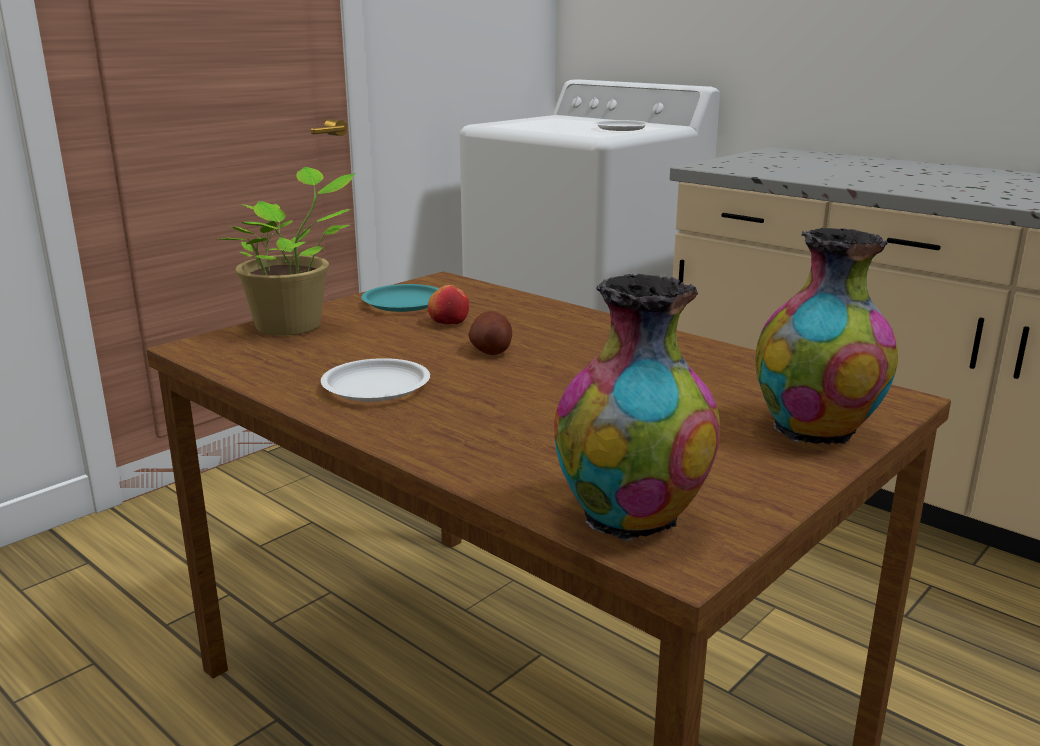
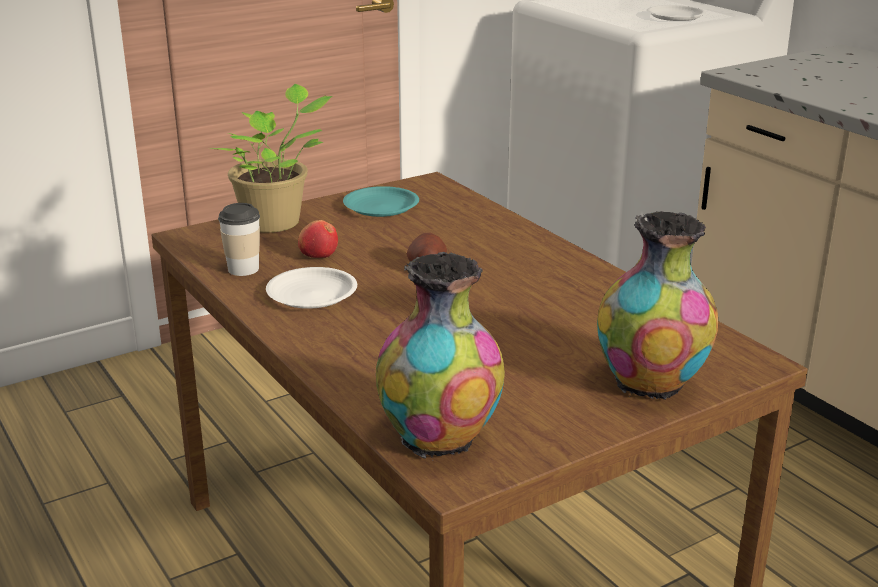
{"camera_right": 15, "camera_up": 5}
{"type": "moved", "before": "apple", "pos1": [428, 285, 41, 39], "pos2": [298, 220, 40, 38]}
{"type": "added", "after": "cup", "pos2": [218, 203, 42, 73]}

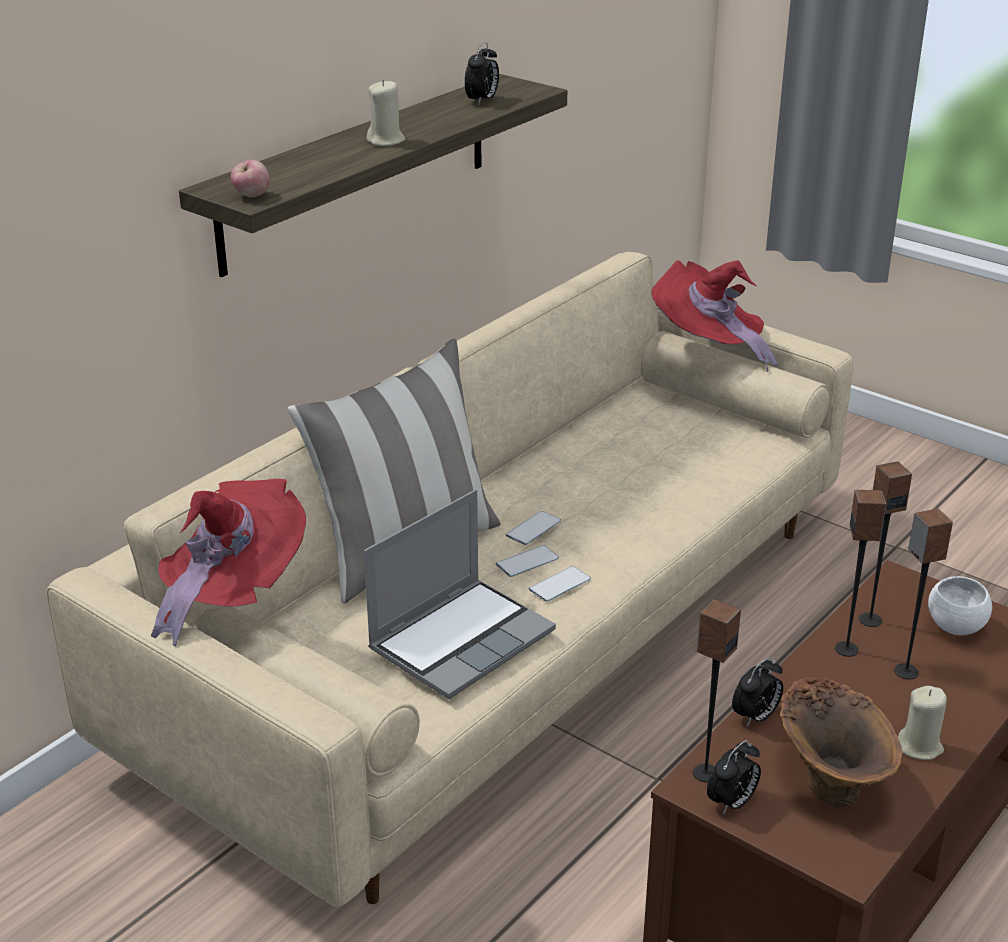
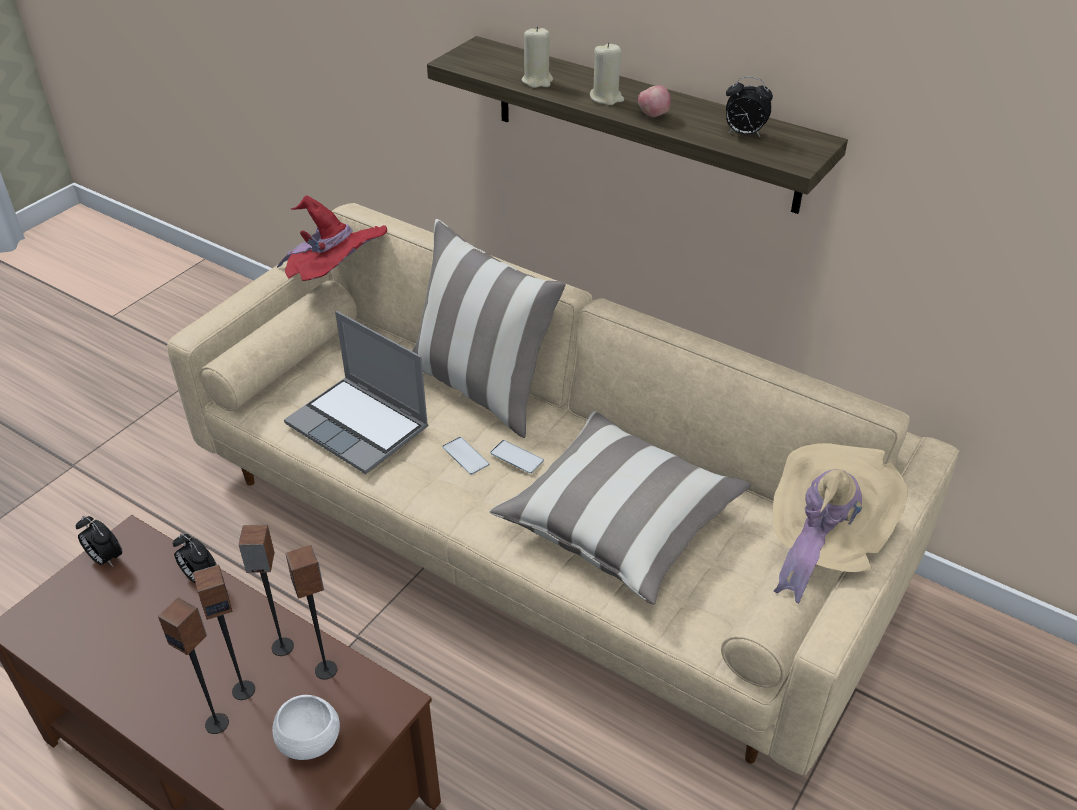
{"camera_right": 85, "camera_up": 10}
{"type": "moved", "before": "apple", "pos1": [231, 160, 39, 37], "pos2": [638, 85, 33, 32]}
{"type": "recoloured", "before": "hat/red", "after": "hat/beige", "pos1": [651, 260, 127, 113], "pos2": [773, 443, 135, 161]}
{"type": "removed", "before": "phone", "pos1": [528, 566, 63, 36]}
{"type": "moved", "before": "speaker", "pos1": [693, 599, 48, 183], "pos2": [158, 597, 71, 137]}
{"type": "removed", "before": "vase/brown", "pos1": [780, 677, 122, 131]}
{"type": "moved", "before": "candle/beige", "pos1": [898, 686, 49, 74], "pos2": [522, 26, 31, 62]}
{"type": "added", "after": "pillow", "pos2": [489, 411, 262, 194]}

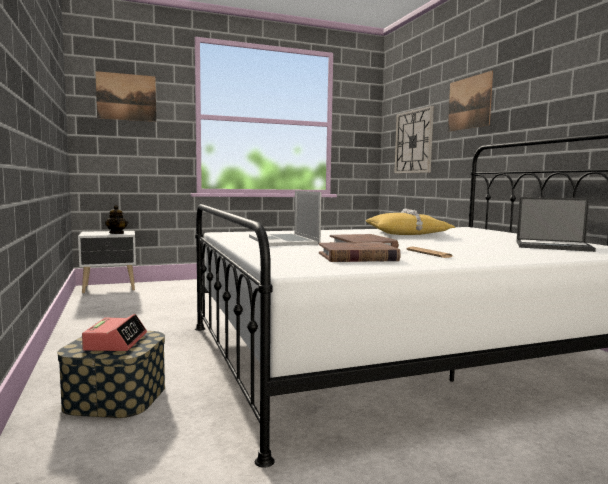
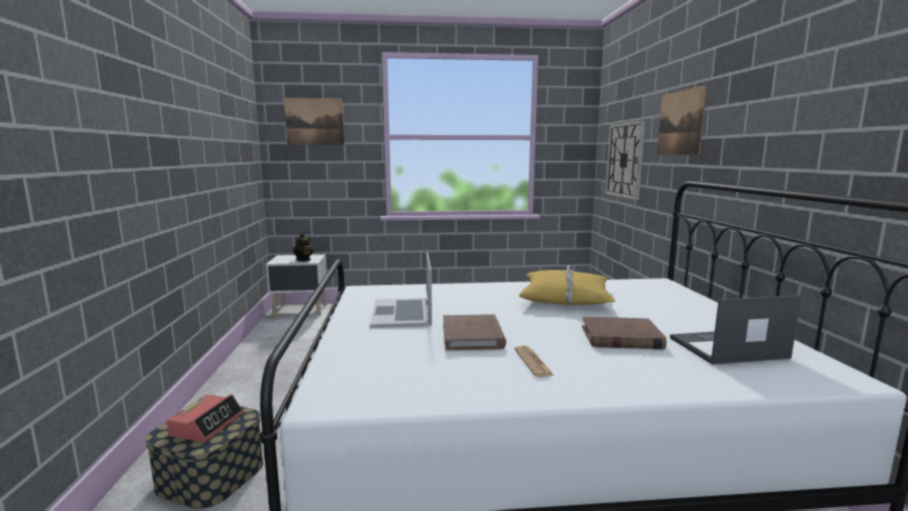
{"camera_right": 15, "camera_up": 5}
{"type": "turned", "before": "laptop", "pos1": [516, 197, 80, 55], "pos2": [670, 295, 131, 69], "turn": 135}
{"type": "moved", "before": "book/brown", "pos1": [319, 242, 82, 20], "pos2": [582, 317, 85, 32]}

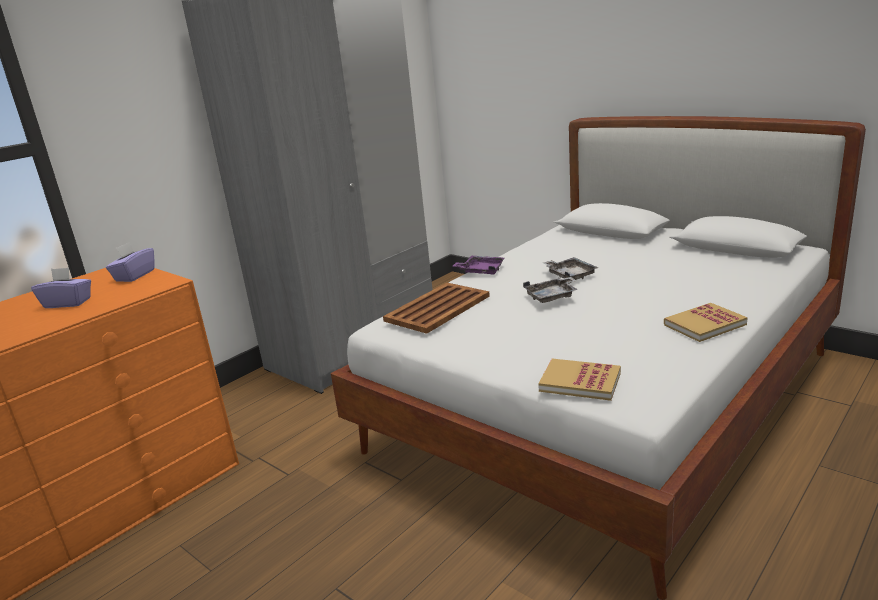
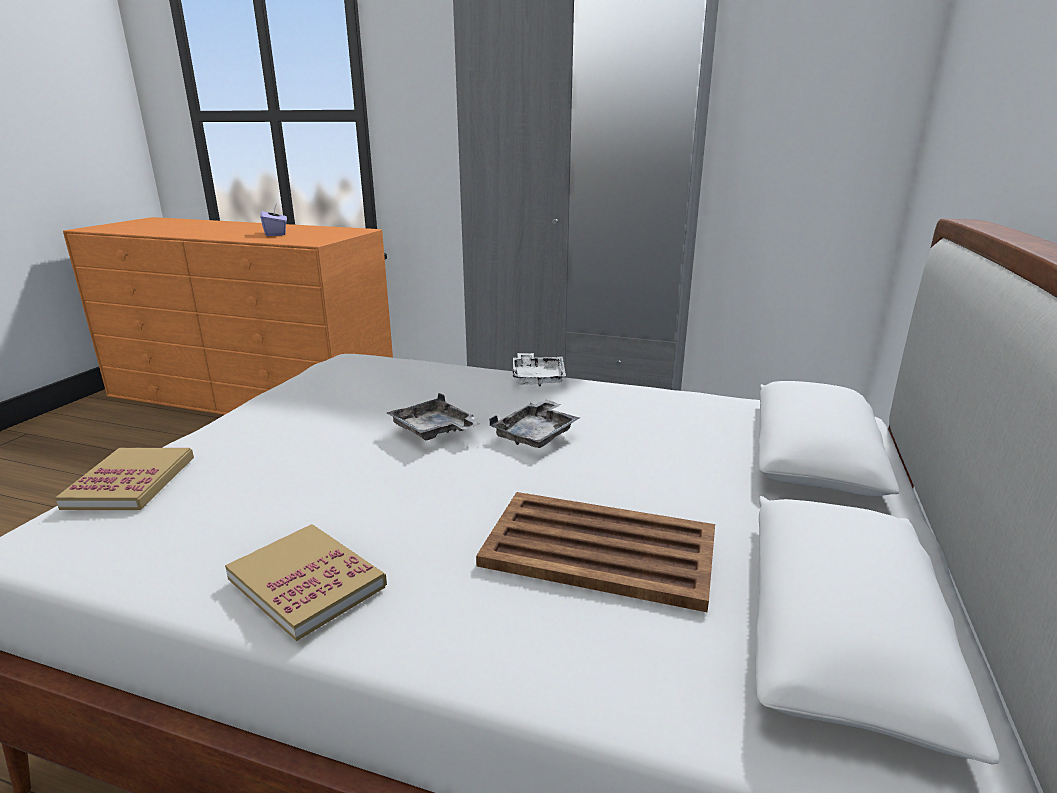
{"camera_right": 65, "camera_up": 0}
{"type": "removed", "before": "tissue box/purple", "pos1": [106, 242, 48, 40]}
{"type": "recoloured", "before": "tray/purple", "after": "tray/white", "pos1": [453, 256, 52, 18], "pos2": [513, 353, 53, 33]}
{"type": "moved", "before": "tray/brown", "pos1": [383, 283, 107, 51], "pos2": [476, 492, 239, 120]}

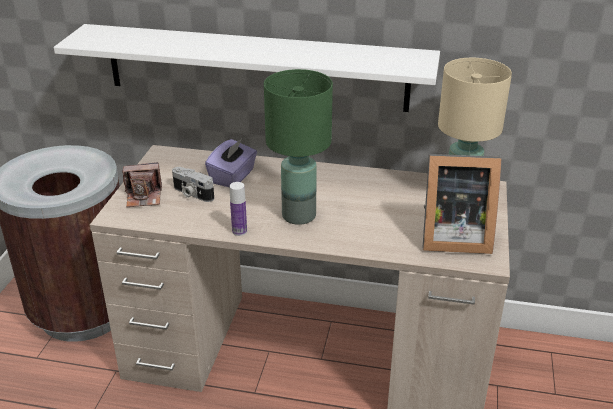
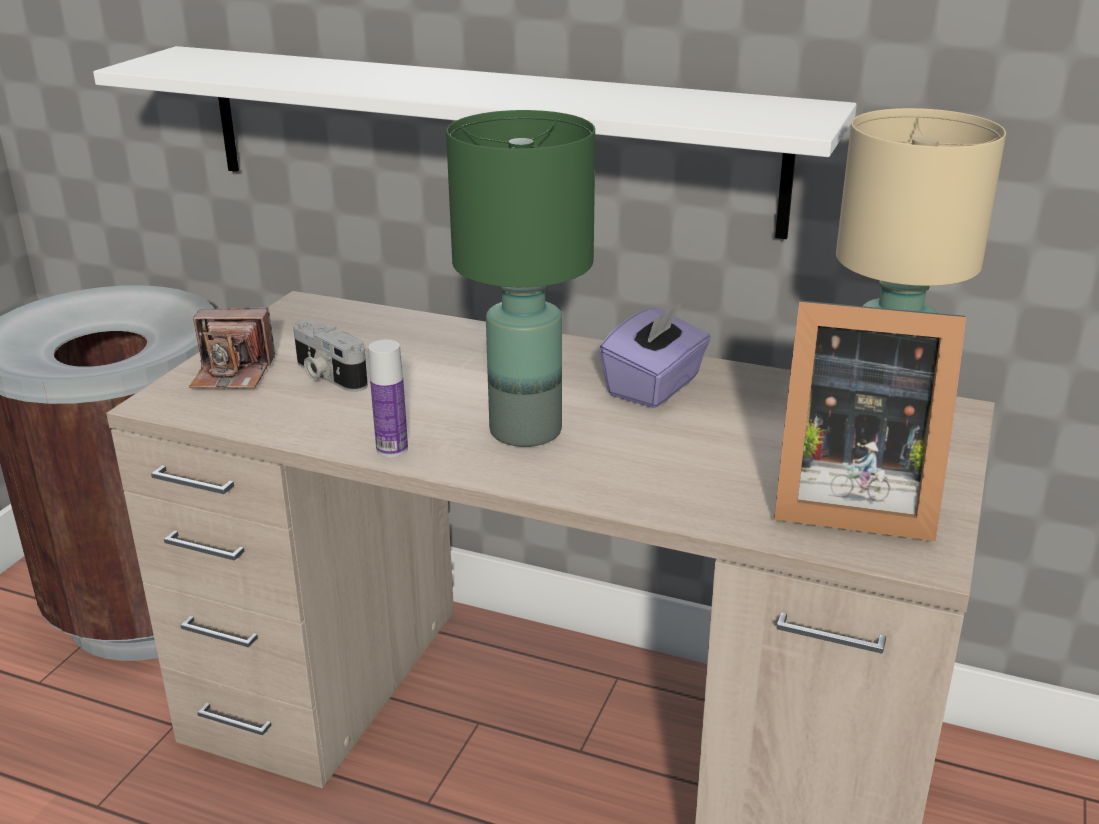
{"camera_right": 10, "camera_up": -5}
{"type": "moved", "before": "tissue box/purple", "pos1": [205, 139, 52, 49], "pos2": [599, 303, 112, 105]}

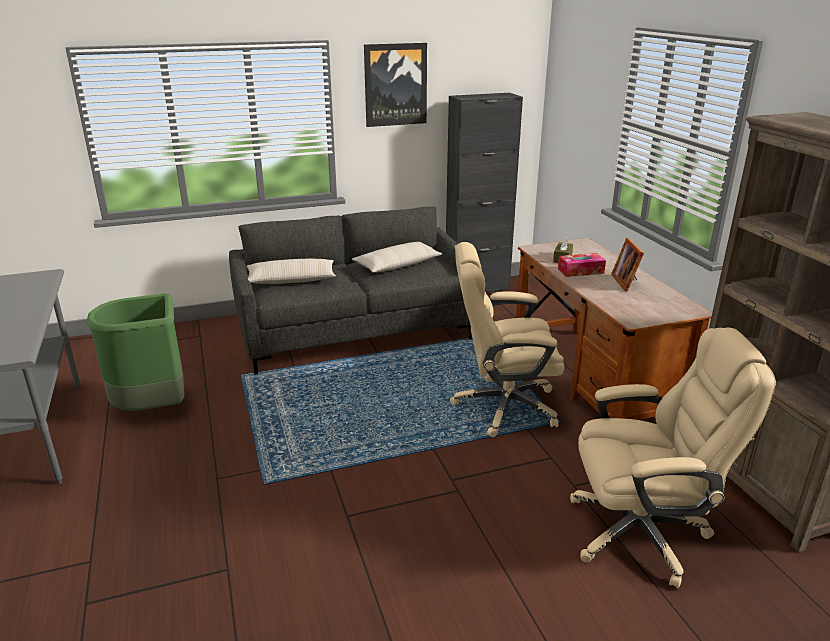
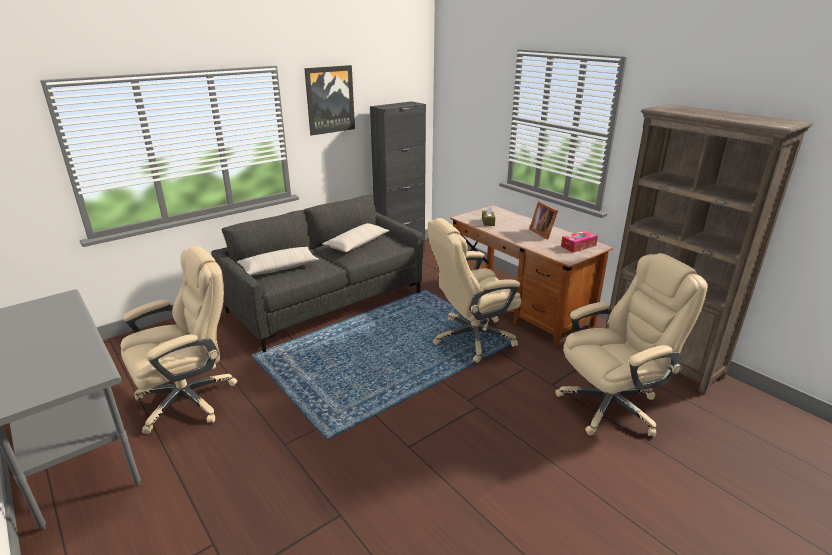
{"camera_right": -20, "camera_up": 0}
{"type": "moved", "before": "tissue box", "pos1": [558, 253, 48, 24], "pos2": [561, 230, 37, 23]}
{"type": "replaced", "before": "trash can/green", "after": "office chair/beige", "pos1": [86, 293, 99, 118], "pos2": [121, 246, 116, 188]}

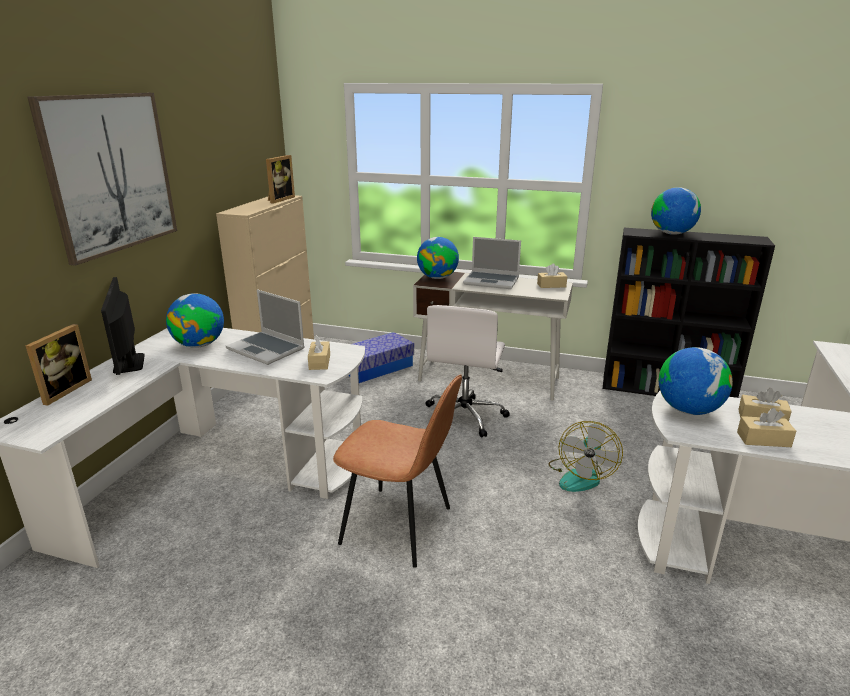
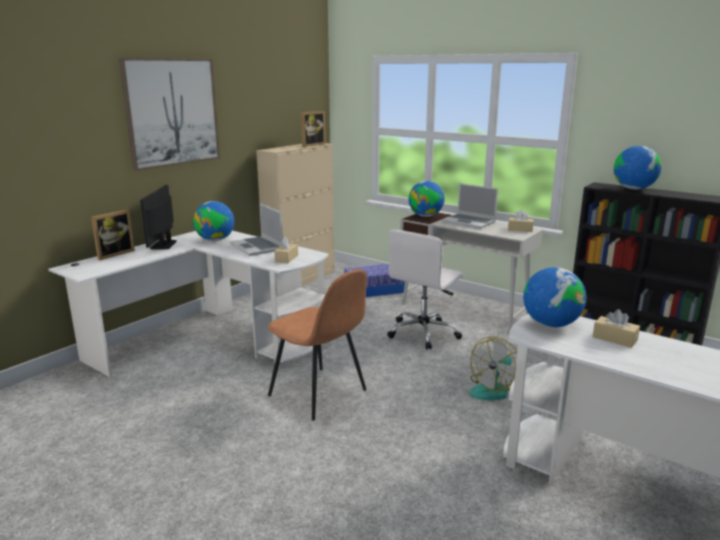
{"camera_right": 20, "camera_up": -5}
{"type": "removed", "before": "tissue box/beige", "pos1": [737, 408, 59, 39]}

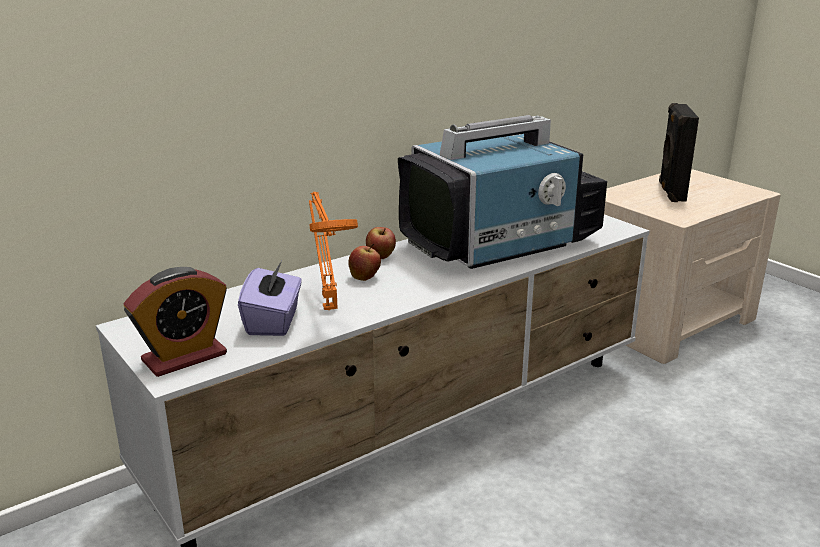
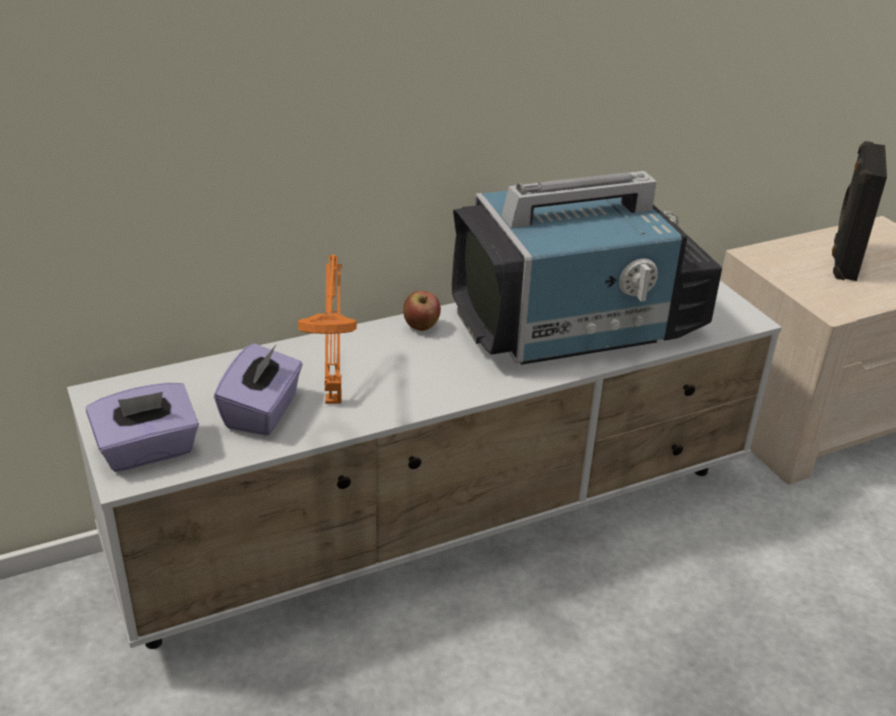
{"camera_right": 10, "camera_up": 10}
{"type": "removed", "before": "apple", "pos1": [348, 244, 33, 37]}
{"type": "replaced", "before": "alarm clock", "after": "tissue box/purple", "pos1": [124, 267, 103, 110], "pos2": [86, 383, 113, 89]}

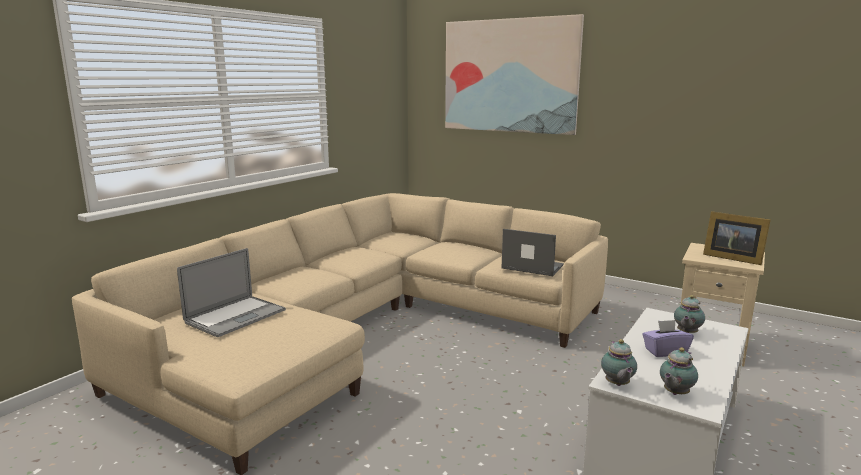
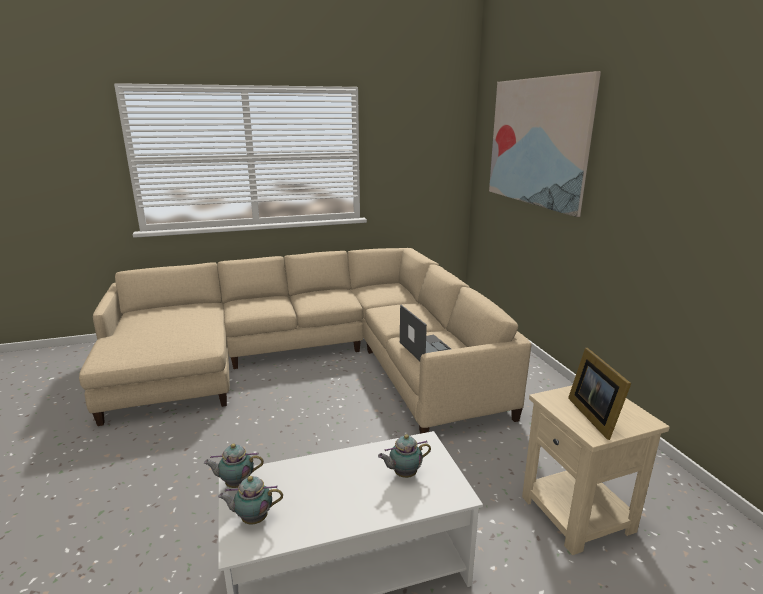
{"camera_right": 40, "camera_up": 5}
{"type": "removed", "before": "laptop", "pos1": [177, 248, 109, 89]}
{"type": "removed", "before": "tissue box/purple", "pos1": [642, 320, 52, 37]}
{"type": "turned", "before": "teapot", "pos1": [601, 339, 36, 47], "pos2": [204, 444, 60, 44], "turn": 45}

